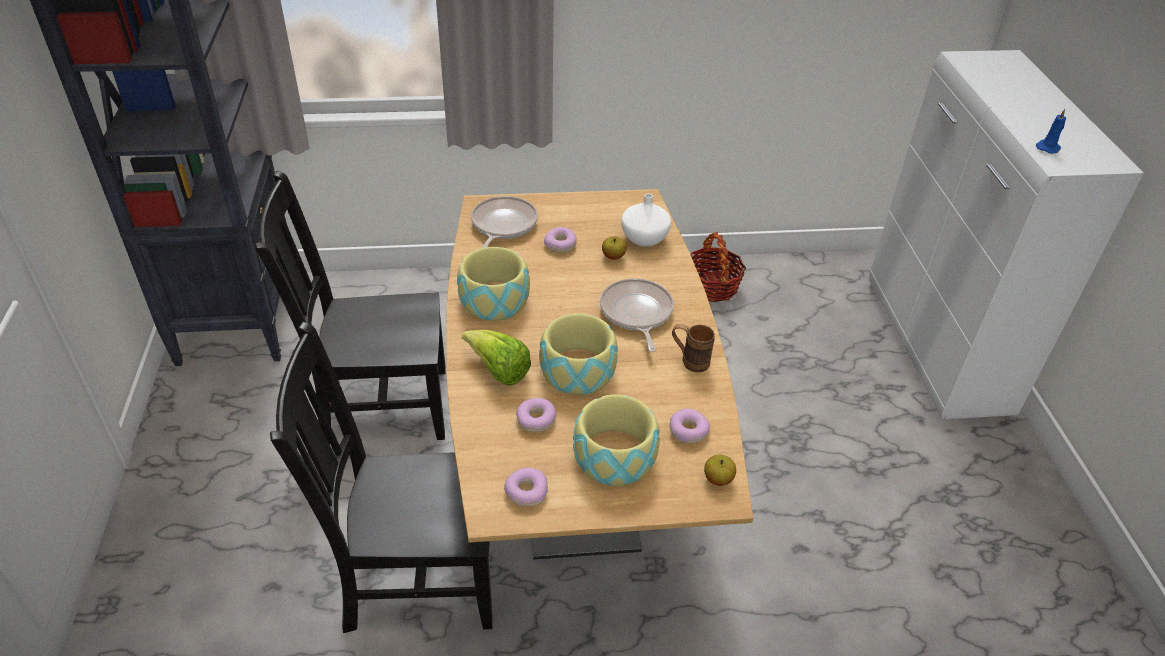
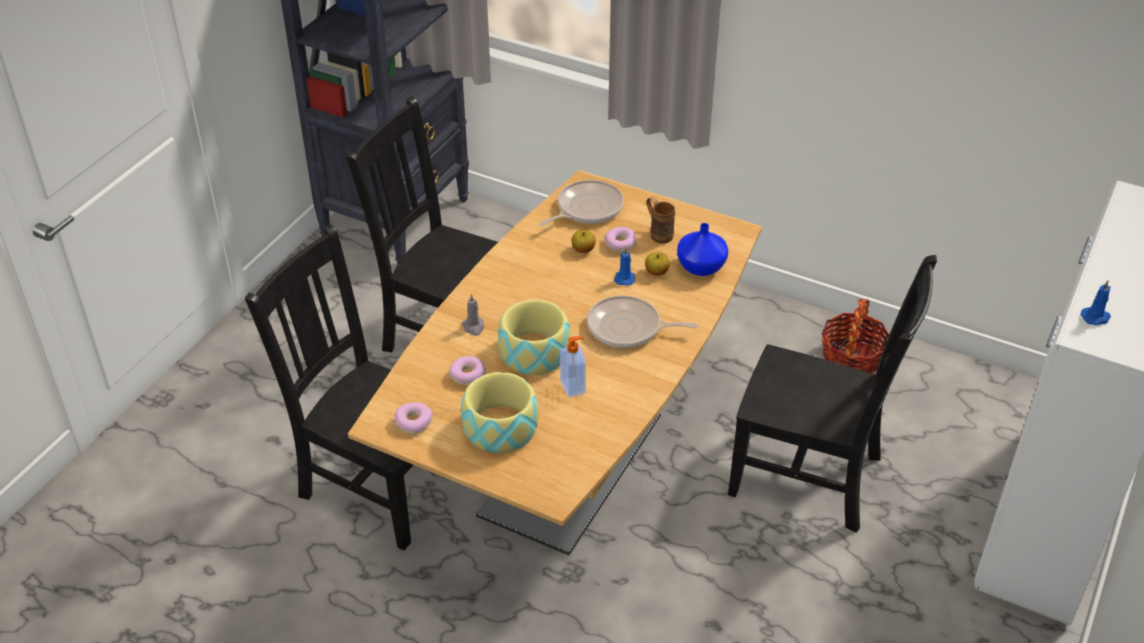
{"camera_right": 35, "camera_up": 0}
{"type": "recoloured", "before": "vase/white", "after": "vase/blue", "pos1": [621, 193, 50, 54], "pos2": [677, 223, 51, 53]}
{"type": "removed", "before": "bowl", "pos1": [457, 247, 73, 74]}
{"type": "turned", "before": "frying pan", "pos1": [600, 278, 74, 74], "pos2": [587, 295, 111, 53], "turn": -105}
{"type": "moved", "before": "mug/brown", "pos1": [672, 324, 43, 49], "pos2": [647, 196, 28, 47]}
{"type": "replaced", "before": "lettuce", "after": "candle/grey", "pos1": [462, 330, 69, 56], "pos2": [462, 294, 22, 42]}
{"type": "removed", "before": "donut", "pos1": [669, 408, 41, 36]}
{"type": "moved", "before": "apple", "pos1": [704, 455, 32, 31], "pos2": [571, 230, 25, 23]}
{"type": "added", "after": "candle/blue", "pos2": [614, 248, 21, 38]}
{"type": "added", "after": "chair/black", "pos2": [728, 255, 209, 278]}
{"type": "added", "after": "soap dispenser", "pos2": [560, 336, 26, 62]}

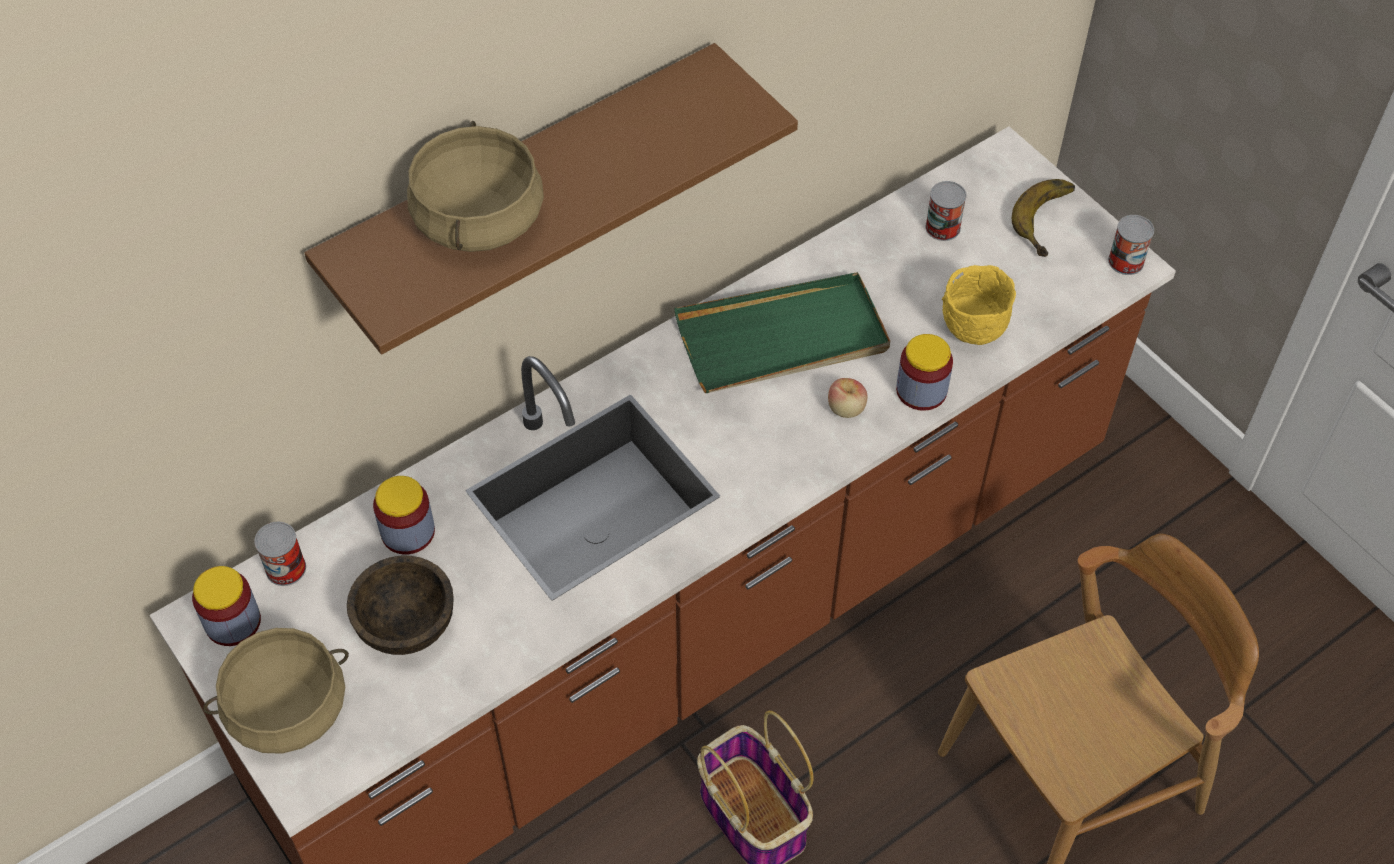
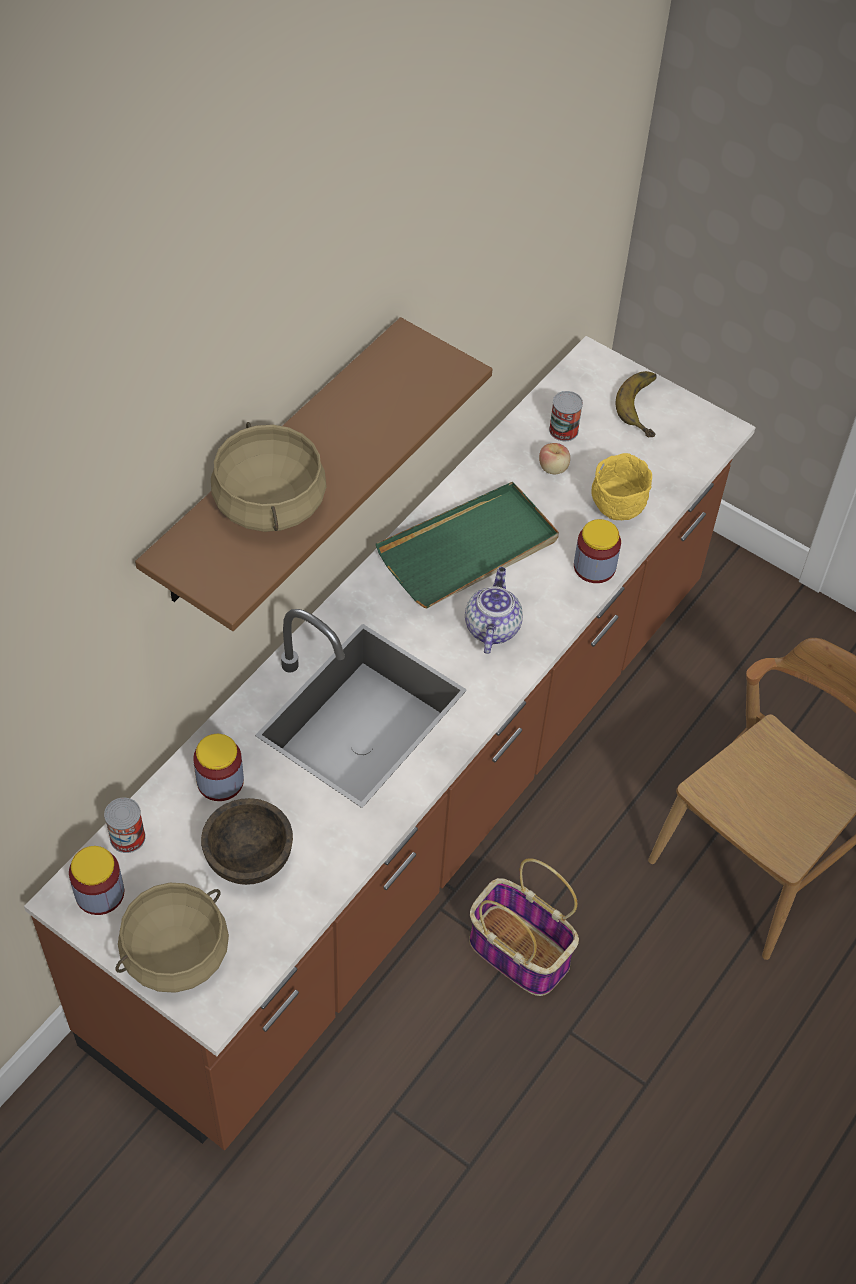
{"camera_right": -20, "camera_up": 0}
{"type": "removed", "before": "can", "pos1": [1108, 215, 46, 60]}
{"type": "moved", "before": "apple", "pos1": [828, 378, 39, 40], "pos2": [539, 443, 31, 31]}
{"type": "added", "after": "teapot", "pos2": [465, 567, 58, 87]}

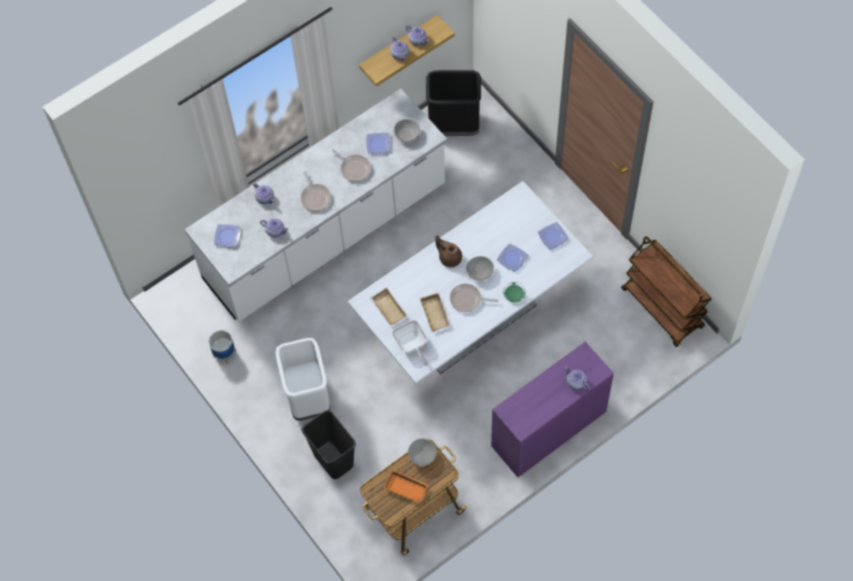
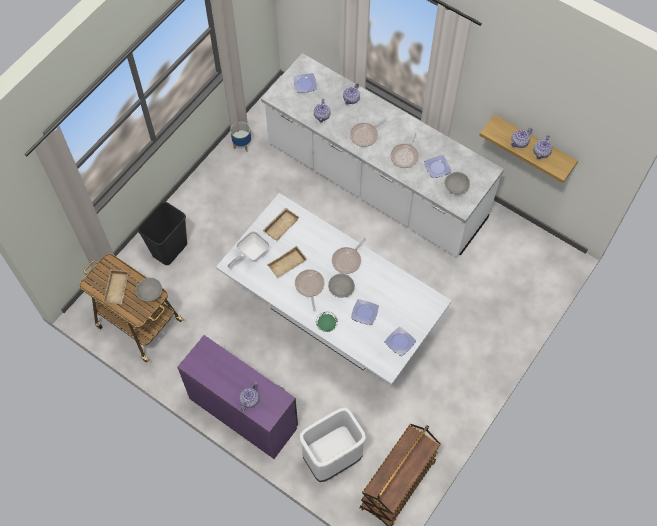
{"camera_right": 70, "camera_up": 0}
{"type": "removed", "before": "trash can/black", "pos1": [426, 70, 55, 66]}
{"type": "replaced", "before": "teapot/brown", "after": "frying pan", "pos1": [435, 235, 27, 32], "pos2": [332, 238, 34, 36]}
{"type": "moved", "before": "trash can/white", "pos1": [276, 338, 54, 83], "pos2": [299, 408, 67, 74]}
{"type": "recoloured", "before": "tray/orange", "after": "tray/beige", "pos1": [383, 470, 45, 33], "pos2": [103, 269, 26, 35]}

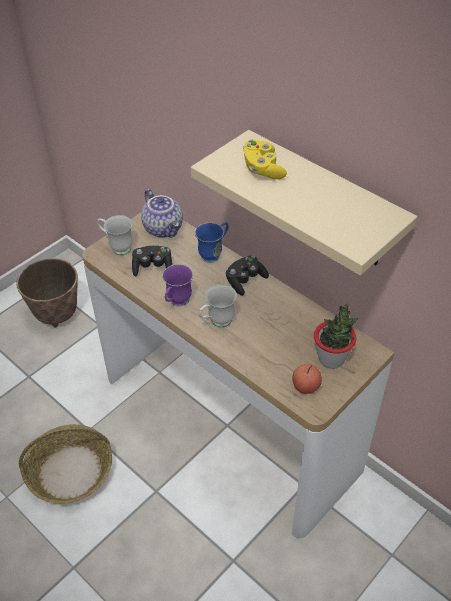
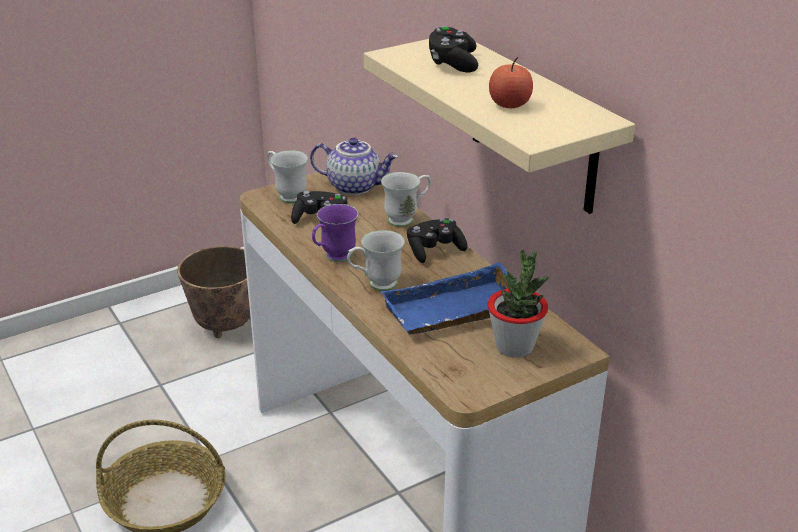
{"camera_right": 15, "camera_up": -15}
{"type": "recoloured", "before": "game controller/yellow", "after": "game controller/black", "pos1": [243, 140, 44, 39], "pos2": [429, 26, 49, 47]}
{"type": "turned", "before": "teapot", "pos1": [141, 189, 42, 49], "pos2": [310, 137, 88, 58], "turn": -60}
{"type": "recoloured", "before": "mug/blue", "after": "mug/white", "pos1": [195, 222, 33, 41], "pos2": [381, 172, 50, 55]}
{"type": "moved", "before": "apple", "pos1": [292, 364, 30, 30], "pos2": [489, 57, 44, 51]}
{"type": "added", "after": "tray/blue", "pos2": [380, 262, 128, 73]}

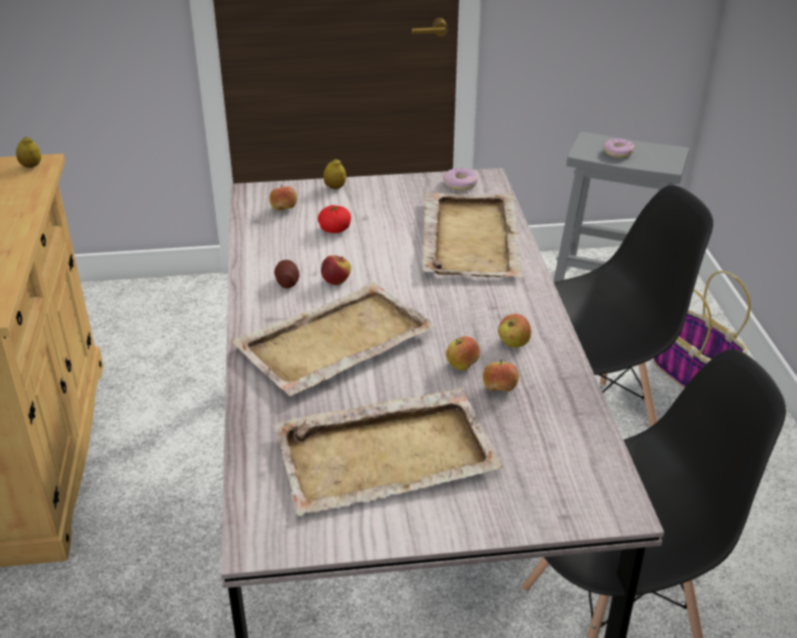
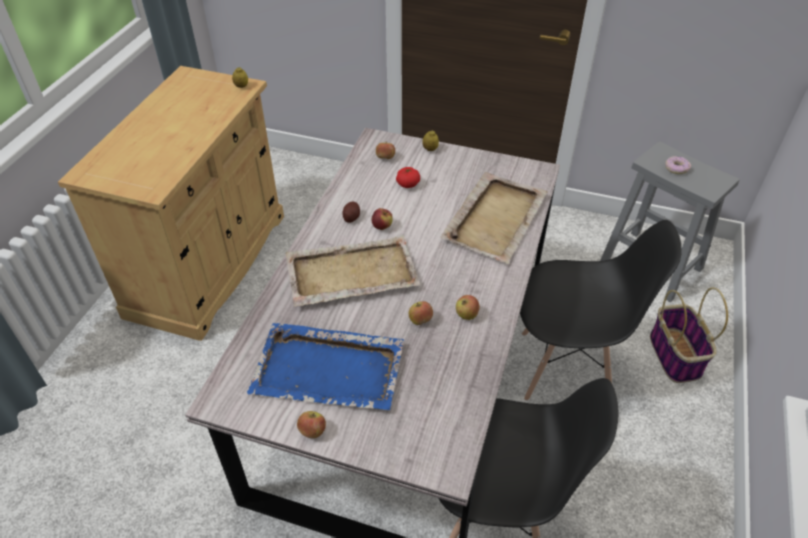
{"camera_right": 25, "camera_up": 10}
{"type": "removed", "before": "donut", "pos1": [443, 168, 35, 23]}
{"type": "moved", "before": "apple", "pos1": [483, 360, 36, 31], "pos2": [297, 411, 29, 27]}
{"type": "recoloured", "before": "tray/beige", "after": "tray/blue", "pos1": [274, 388, 230, 128], "pos2": [247, 323, 157, 87]}

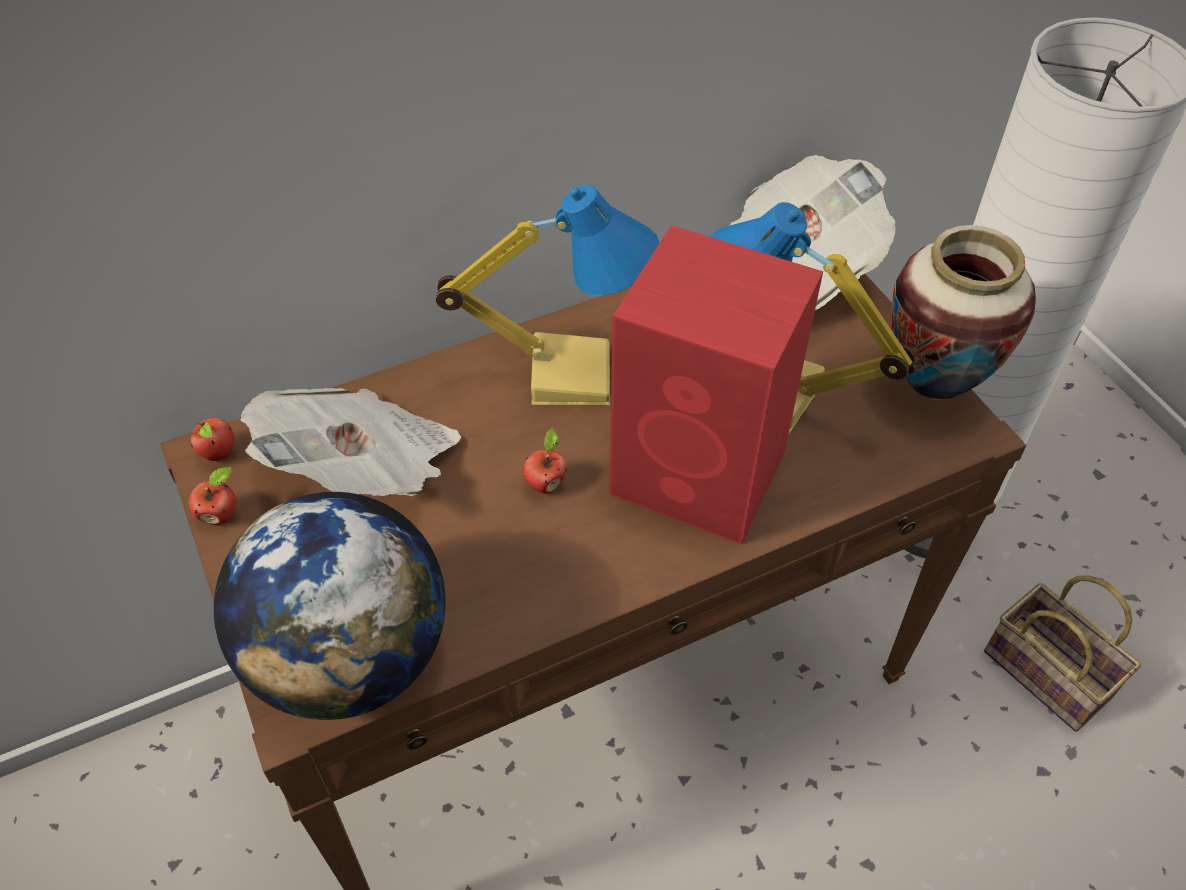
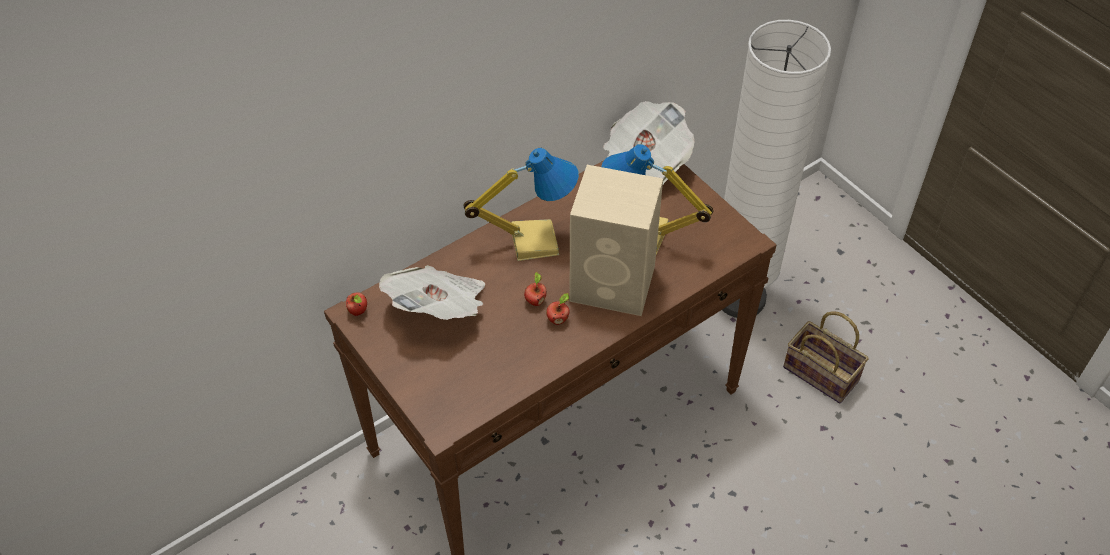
{"camera_right": -10, "camera_up": 0}
{"type": "recoloured", "before": "speaker/red", "after": "speaker/beige", "pos1": [609, 225, 214, 320], "pos2": [569, 165, 94, 151]}
{"type": "removed", "before": "vase", "pos1": [892, 225, 144, 176]}
{"type": "moved", "before": "apple", "pos1": [189, 467, 47, 58], "pos2": [546, 293, 24, 32]}
{"type": "removed", "before": "globe", "pos1": [214, 492, 232, 228]}

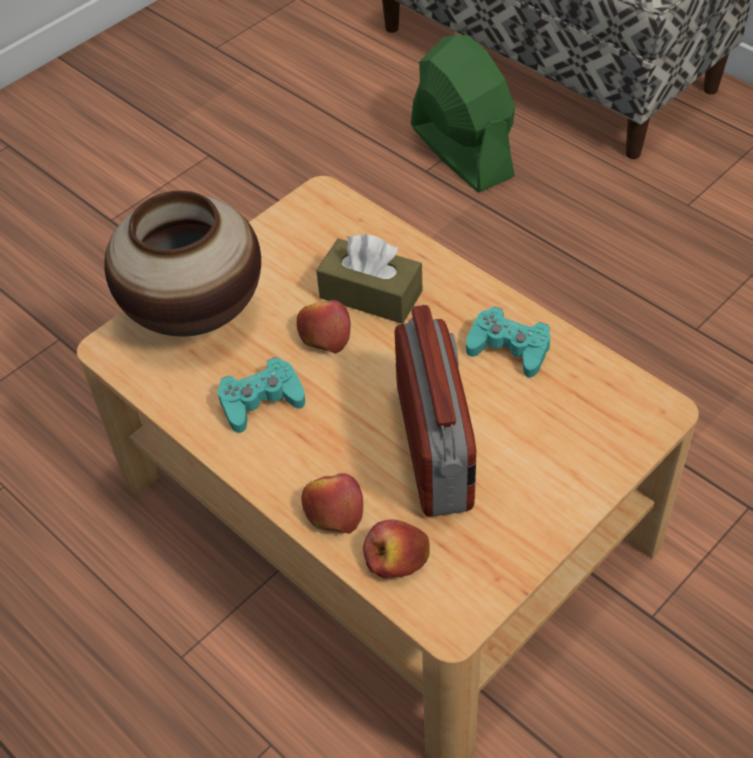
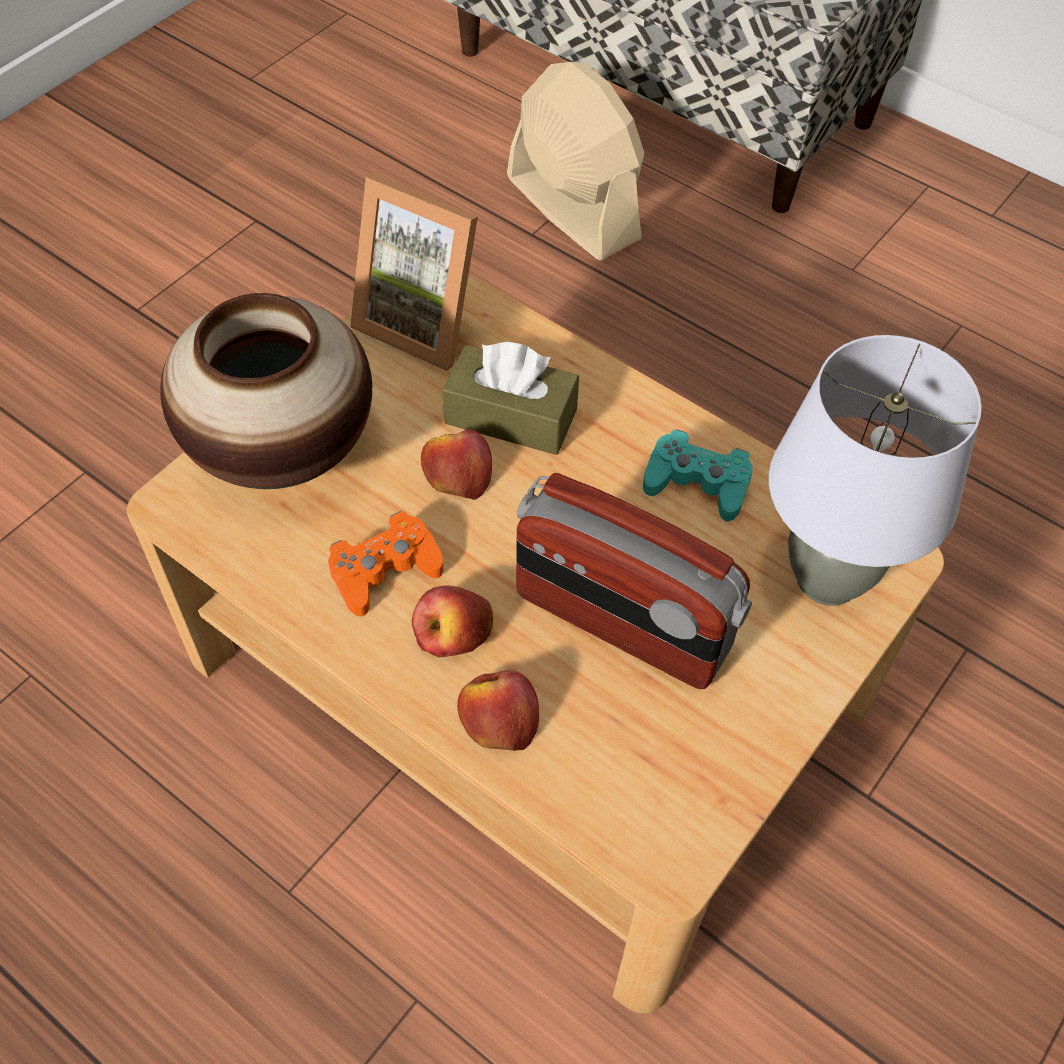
{"camera_right": -10, "camera_up": 5}
{"type": "recoloured", "before": "fan/green", "after": "fan/beige", "pos1": [411, 35, 104, 157], "pos2": [507, 62, 138, 198]}
{"type": "turned", "before": "radio", "pos1": [395, 304, 81, 212], "pos2": [516, 473, 236, 216], "turn": 135}
{"type": "recoloured", "before": "game controller/turquoise", "after": "game controller/orange", "pos1": [218, 357, 87, 76], "pos2": [328, 511, 116, 105]}
{"type": "moved", "before": "apple", "pos1": [363, 519, 67, 59], "pos2": [412, 585, 81, 72]}
{"type": "added", "after": "picture frame", "pos2": [350, 173, 128, 198]}
{"type": "added", "after": "table lamp/grey", "pos2": [769, 335, 213, 271]}

